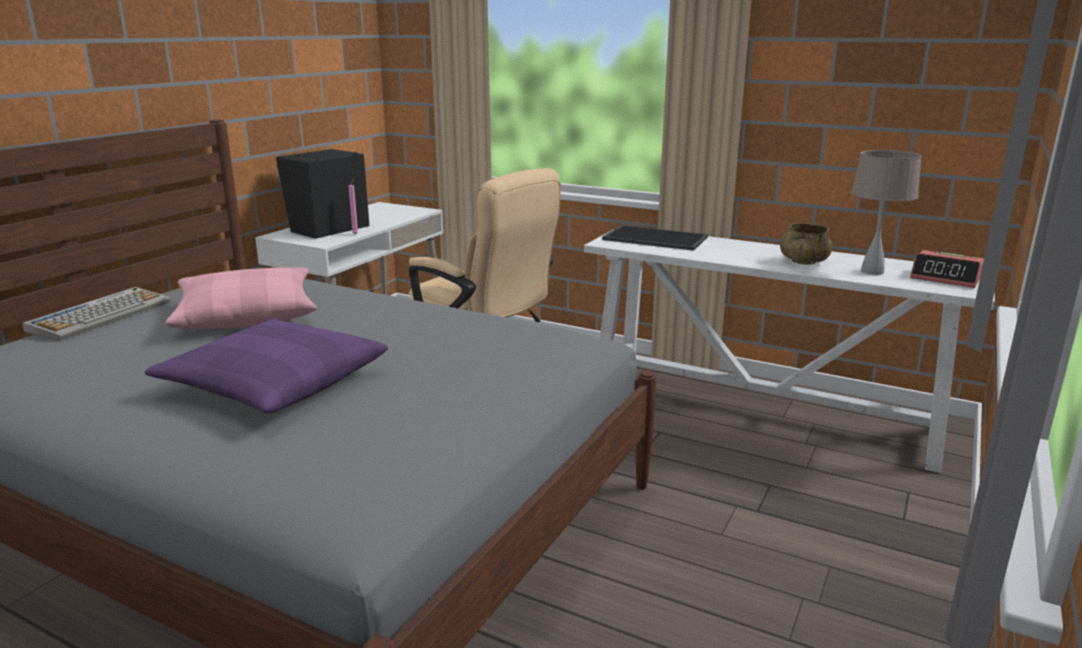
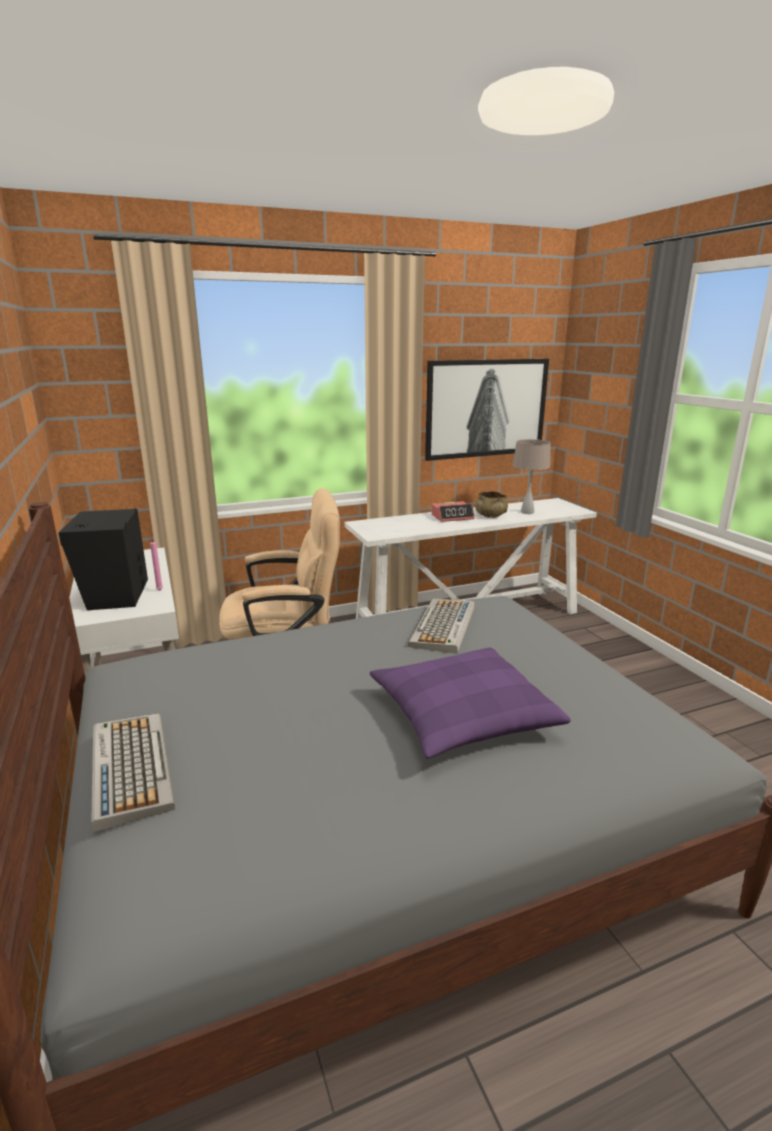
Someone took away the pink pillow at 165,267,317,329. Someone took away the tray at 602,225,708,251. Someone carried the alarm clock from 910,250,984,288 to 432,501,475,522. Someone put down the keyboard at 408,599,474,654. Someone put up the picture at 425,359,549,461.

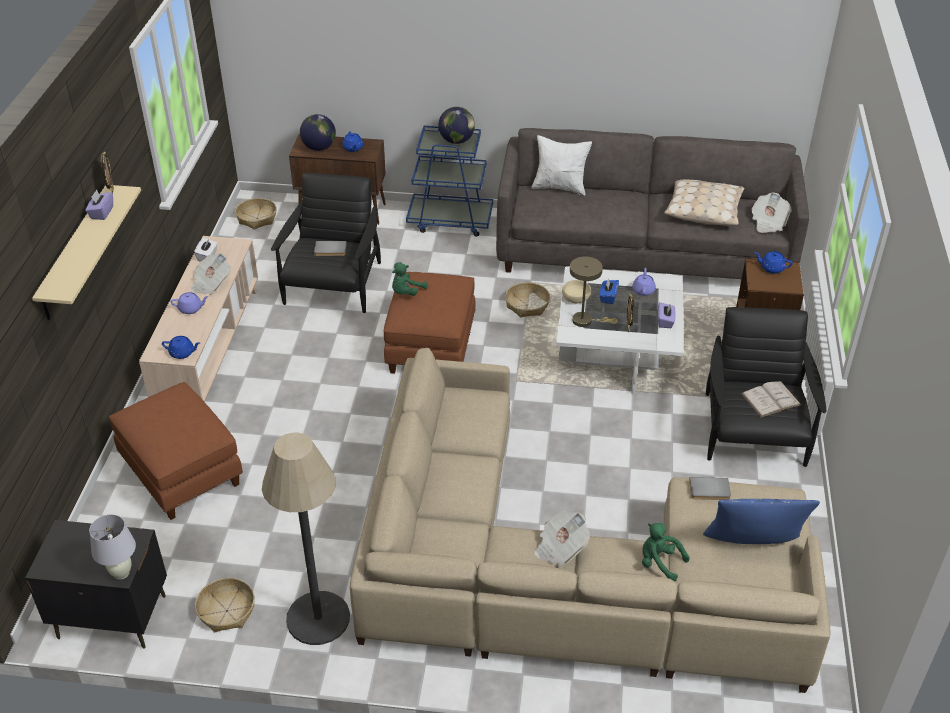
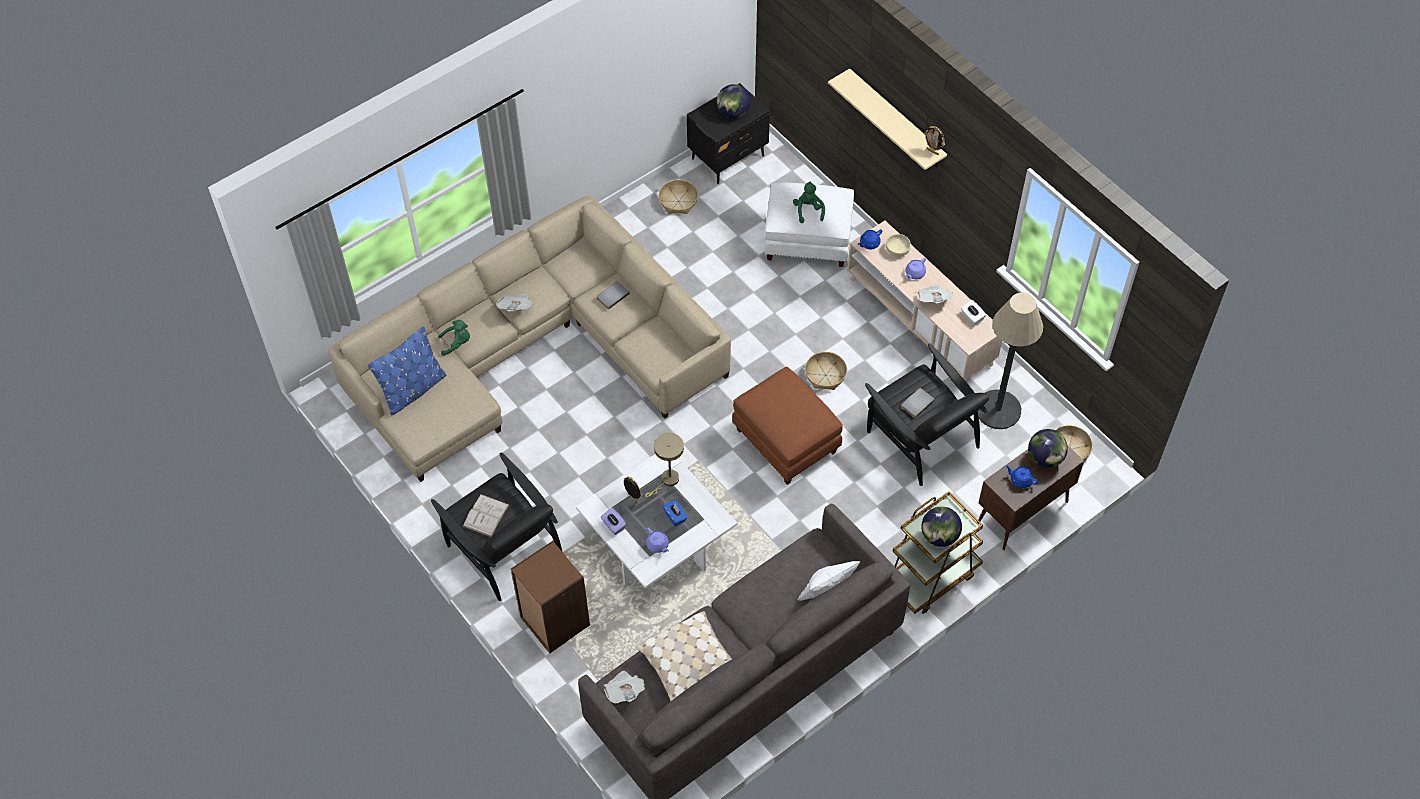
Someone took away the purple tissue box at 85,190,113,220. Someone took away the white table lamp at 89,514,136,580. Someone repainted the brown ottoman at 109,382,243,520, which became the white ottoman at 764,182,854,267. Someone carried the floor lamp from 262,433,350,645 to 978,293,1043,429. Someone carried the green plush toy from 392,262,428,296 to 793,181,825,223. Someone repainted the blue cart at 406,126,493,237, which became the brown cart at 893,491,983,614. Someone carried the basket from 505,282,550,318 to 805,352,847,390. Someone carried the beige bowl from 562,280,591,303 to 886,234,911,257. Someone carried the grey book from 689,477,731,500 to 596,281,630,310. Someone took away the blue teapot at 754,251,793,274. Someone put down the globe at 717,84,751,119.

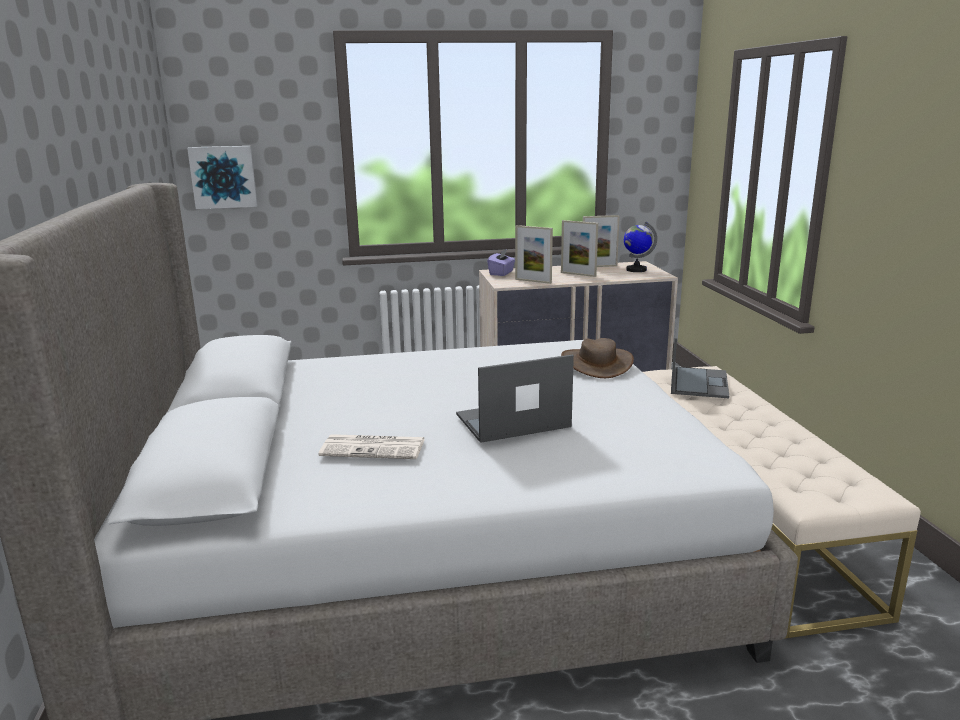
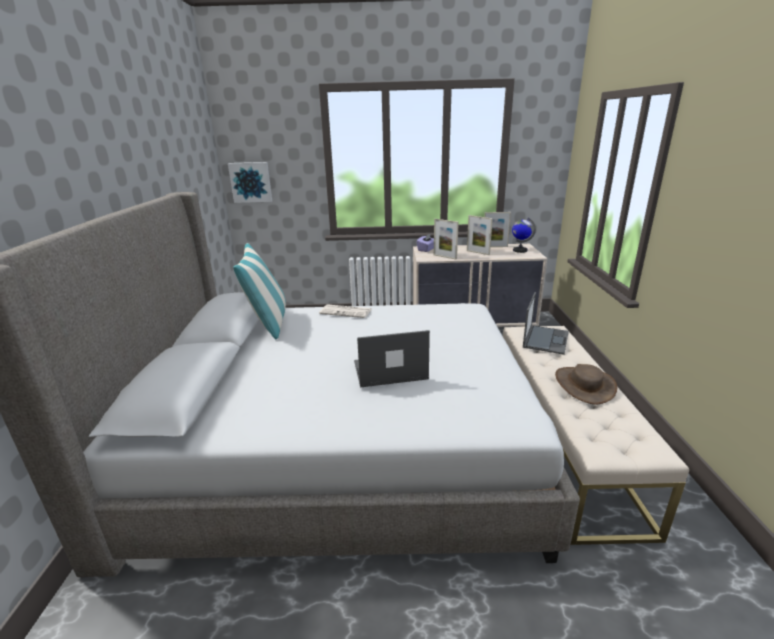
Someone carried the newspaper from 318,434,425,459 to 319,304,372,318. Someone carried the brown hat from 561,338,634,378 to 555,364,617,405. Someone put down the pillow at 233,243,286,339.

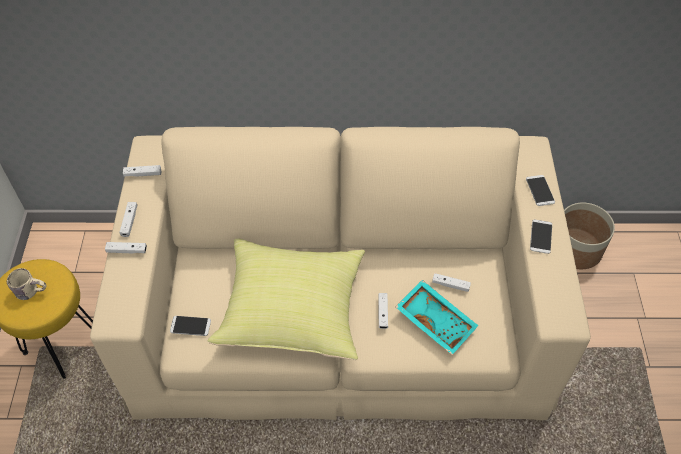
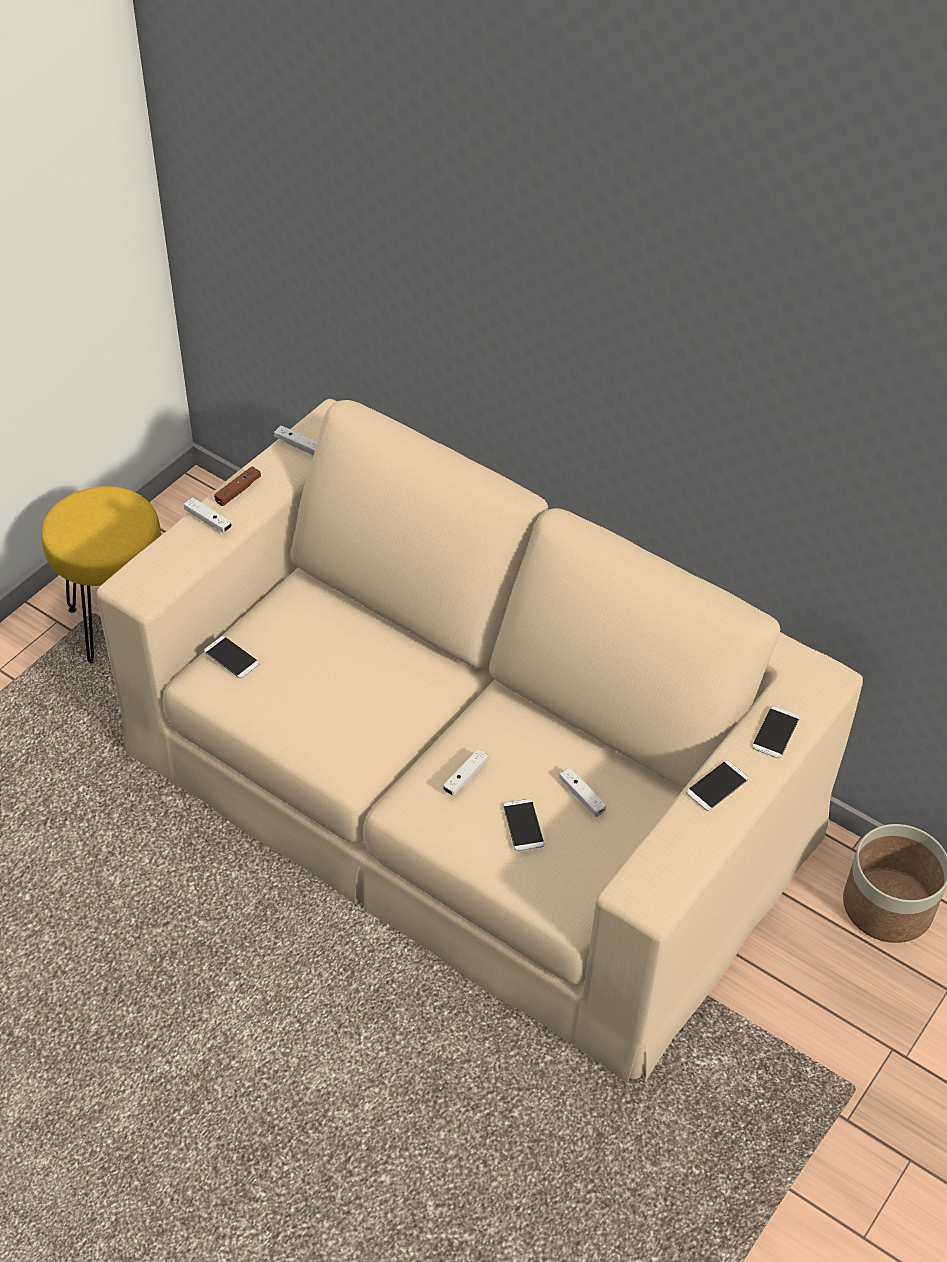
Someone took away the beige mug at 7,268,47,300. Someone repainted the white game controller at 119,202,137,237, which became the brown game controller at 214,466,261,506. Someone took away the yellow pillow at 207,238,365,360. Someone swapped the turquoise tray at 396,280,478,355 for the phone at 503,799,544,851.

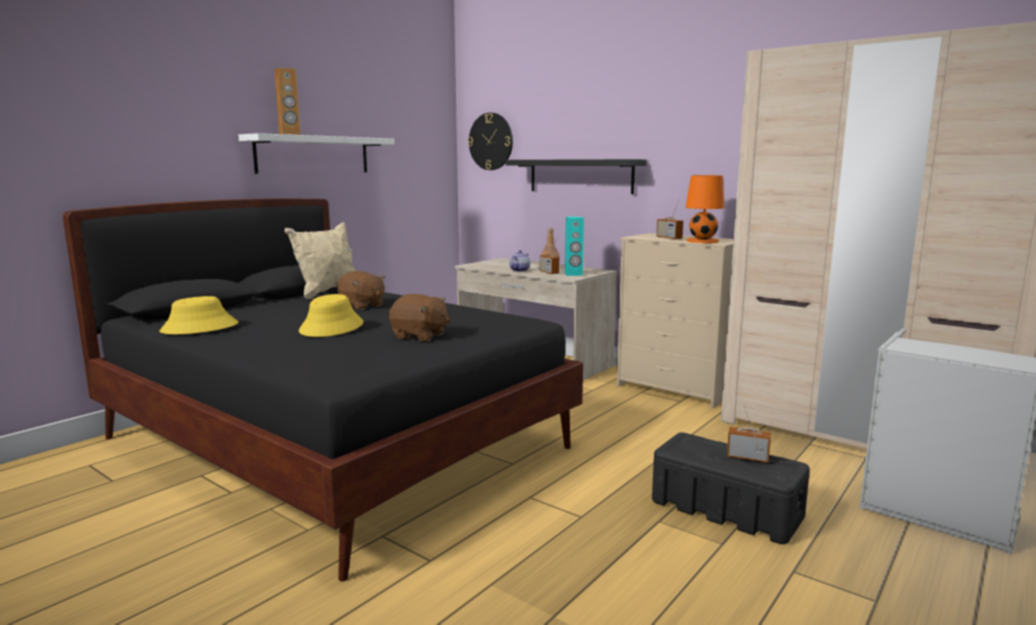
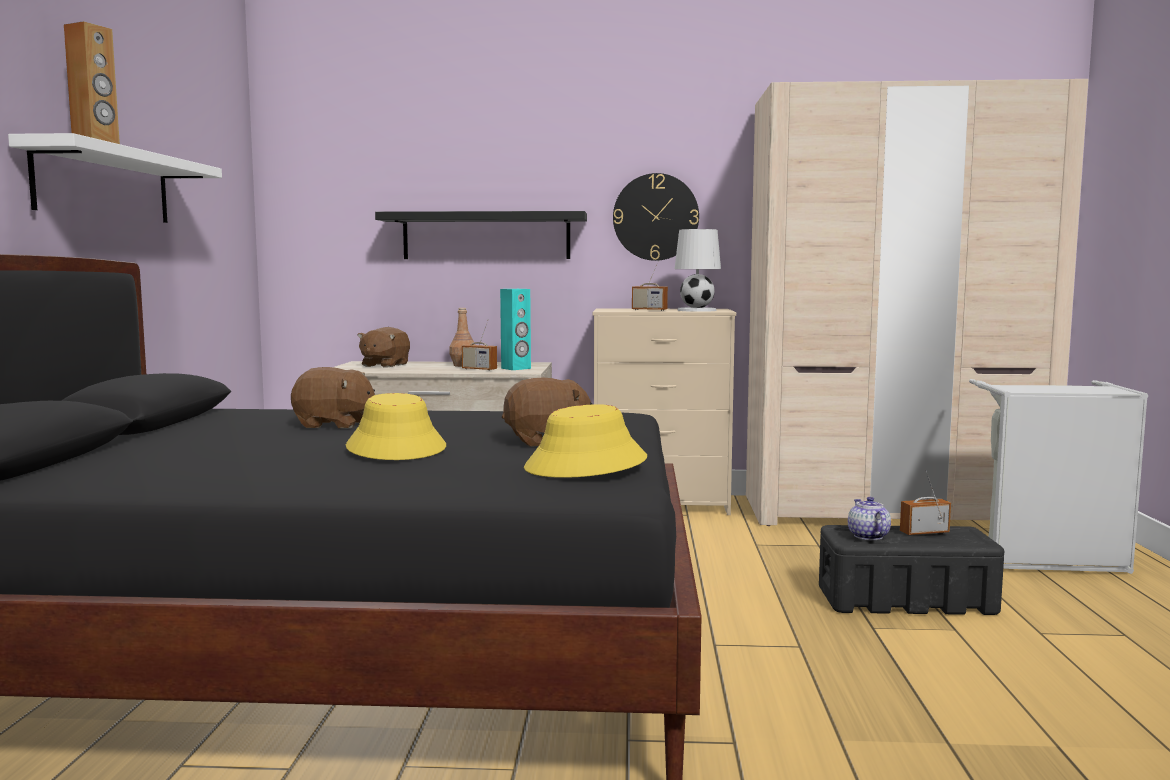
Someone carried the yellow hat from 160,296,238,334 to 524,404,647,478. Someone took away the beige pillow at 285,222,355,299. Someone carried the wall clock from 468,113,513,170 to 613,173,699,261. Someone carried the teapot from 509,250,530,272 to 848,497,891,540. Someone repainted the orange table lamp at 686,175,725,243, which became the white table lamp at 674,229,721,312. Someone put down the brown plush toy at 357,327,410,368.

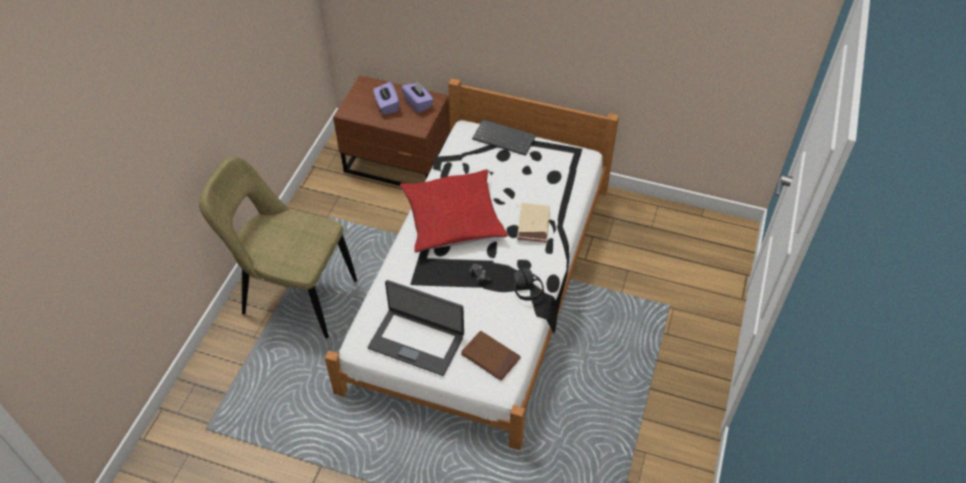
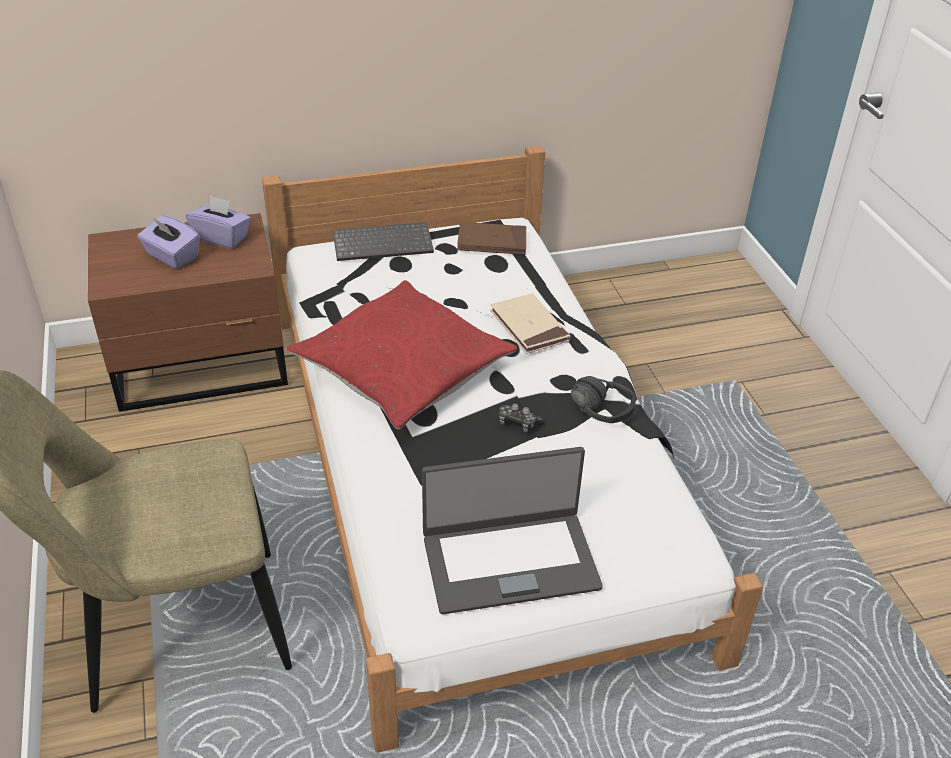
Someone carried the brown book from 461,331,521,381 to 457,222,526,255.

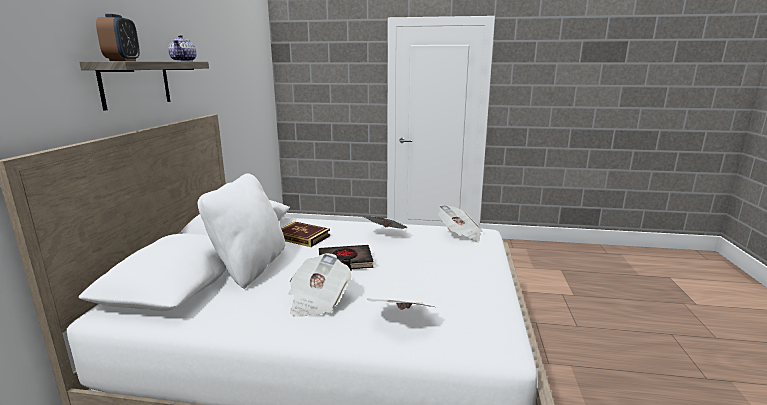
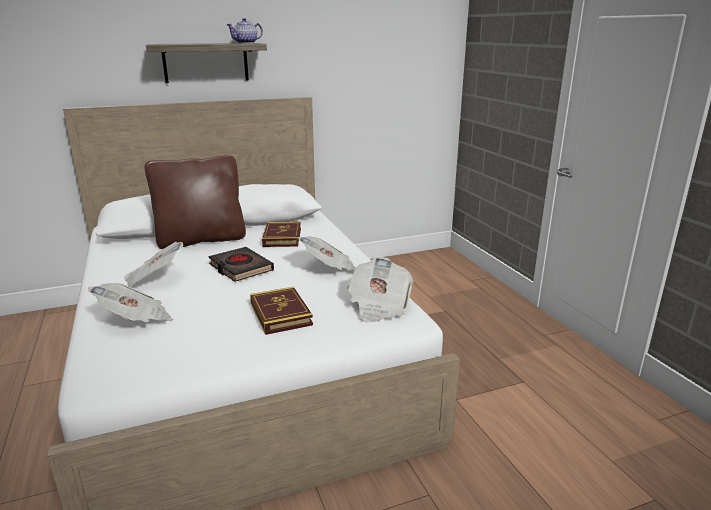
Someone took away the alarm clock at 96,14,140,61. Someone repainted the white pillow at 198,174,285,289, which became the brown pillow at 145,155,246,249. Someone put down the book at 250,287,313,335.

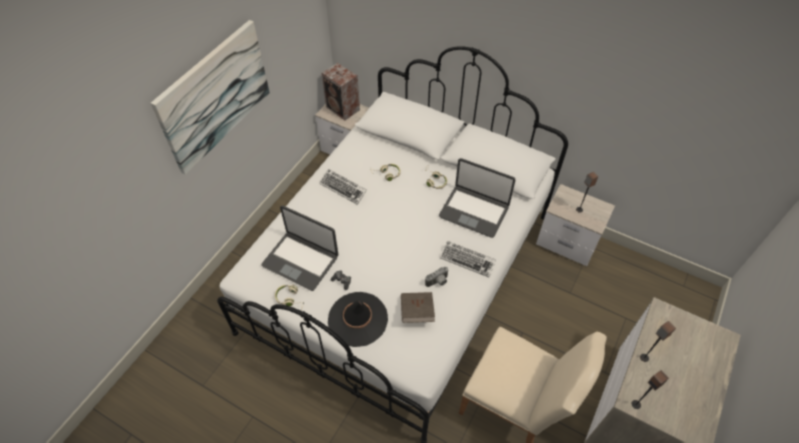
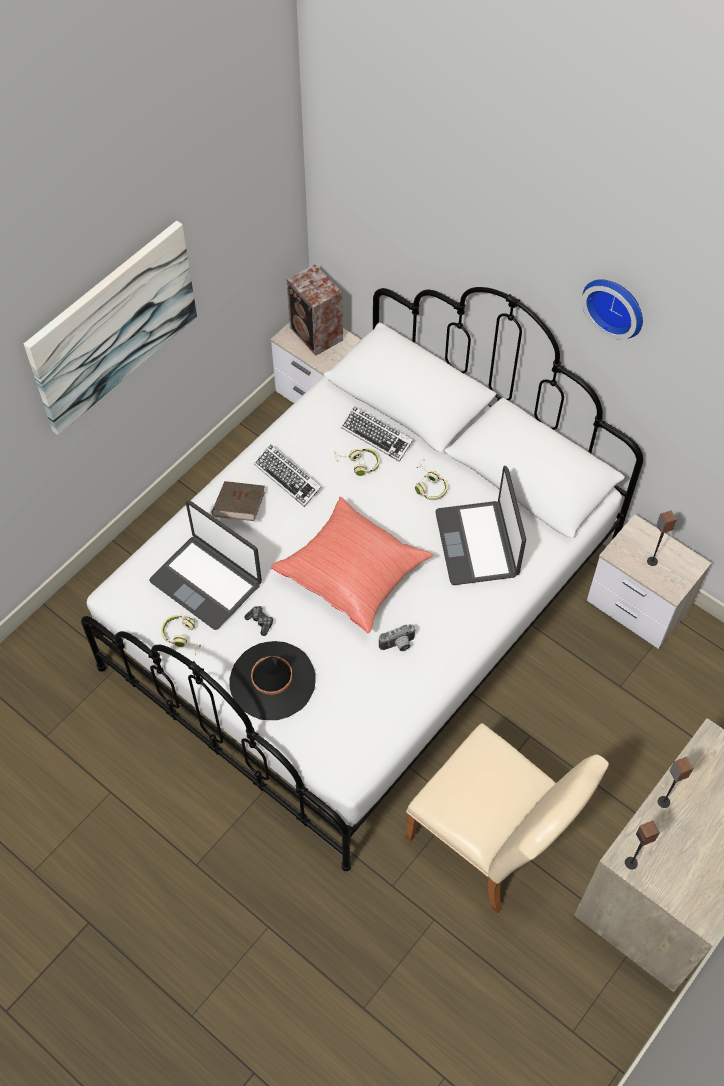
Someone carried the brown book from 401,292,435,323 to 212,481,265,521. Someone rotated the laptop at 439,158,515,238 by 45 degrees clockwise. Someone carried the keyboard from 440,241,496,277 to 341,406,413,462. Someone put down the red pillow at 271,497,433,633. Someone put up the wall clock at 582,279,643,340.

